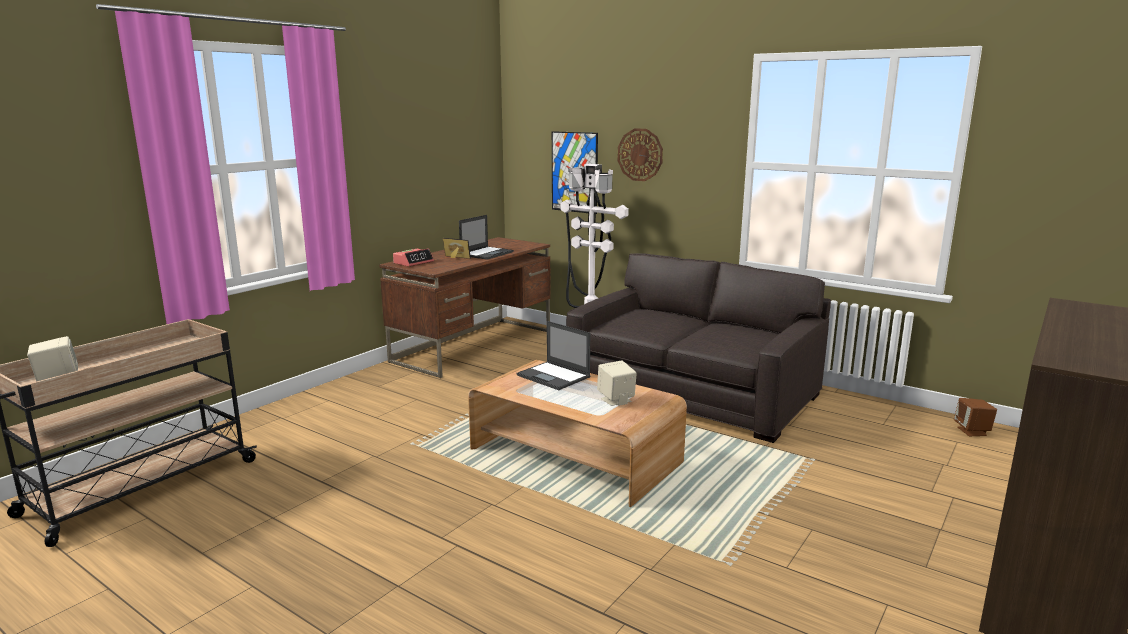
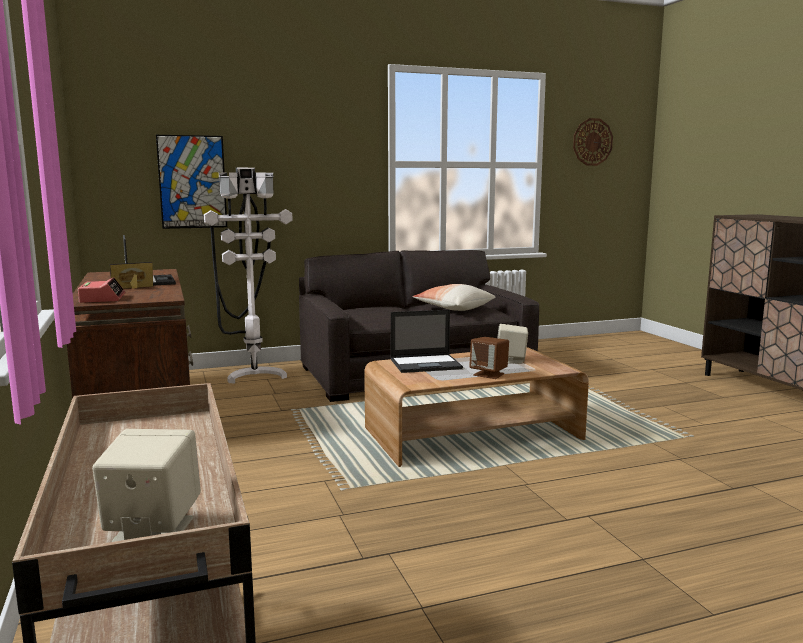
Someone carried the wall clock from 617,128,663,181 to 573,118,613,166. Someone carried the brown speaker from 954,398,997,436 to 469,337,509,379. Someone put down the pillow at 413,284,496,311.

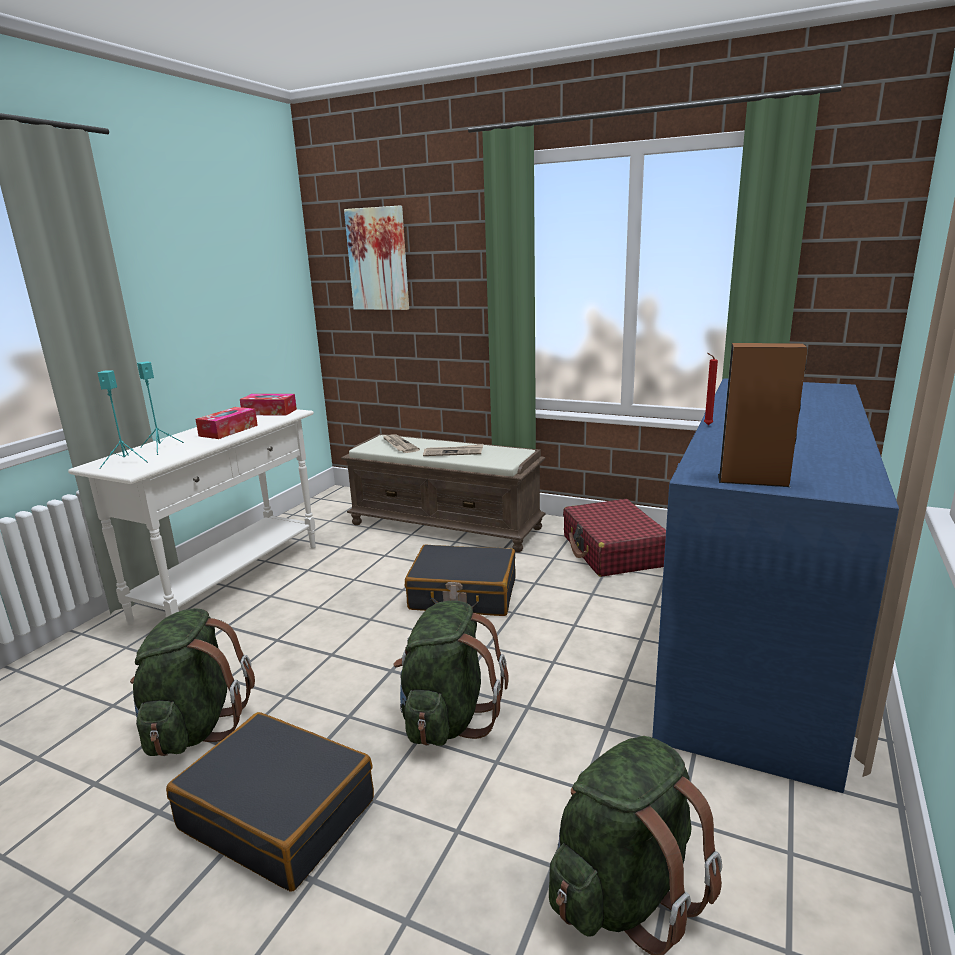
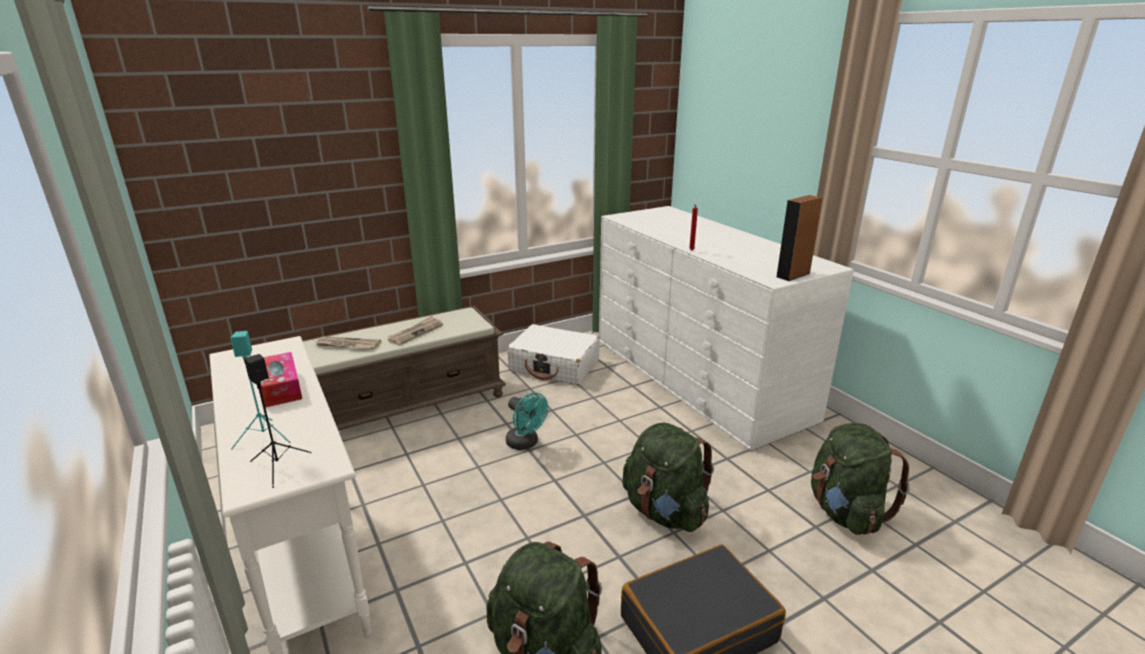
Someone repainted the turquoise speaker at 98,370,148,469, which became the black speaker at 244,354,312,488. Someone took away the tissue box at 240,394,297,416. Someone took away the picture at 344,206,409,310. Someone swapped the black suitcase at 405,544,516,616 for the turquoise fan at 506,393,548,450. Someone repainted the red suitcase at 563,499,666,577, which became the white suitcase at 507,324,600,385. Someone repainted the blue dresser at 652,378,899,793, which became the white dresser at 599,206,854,450.

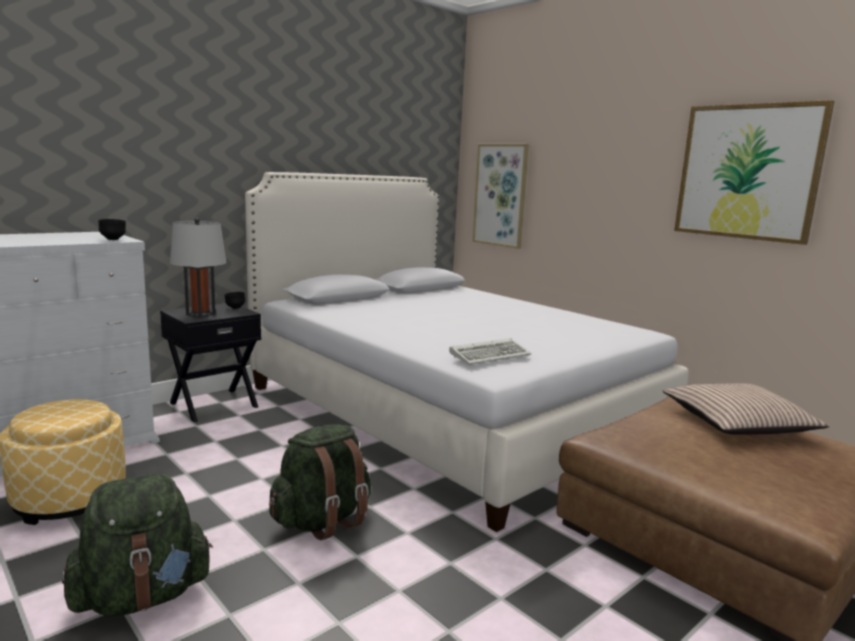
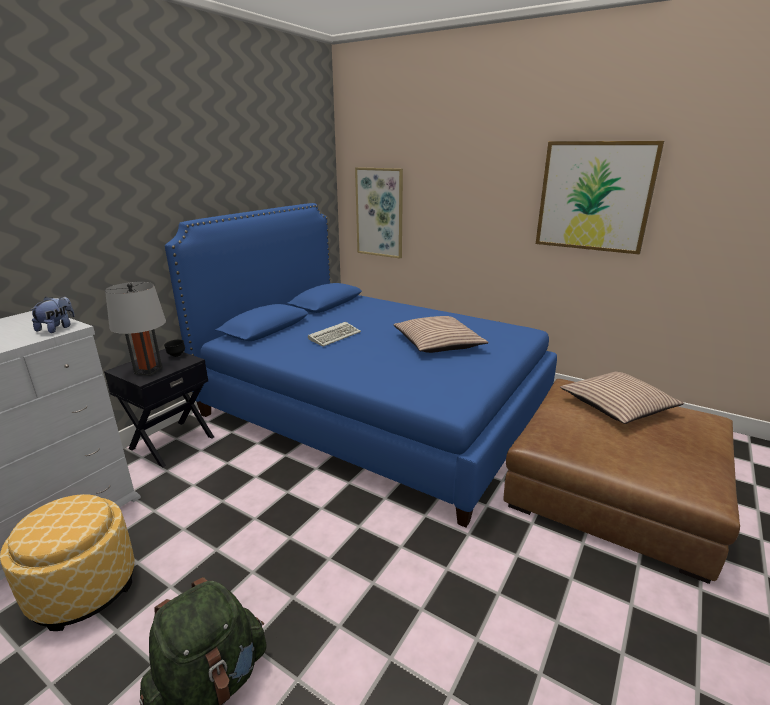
Someone swapped the black bowl at 98,219,126,240 for the plush toy at 30,297,75,333. Someone repainted the white bed at 245,172,688,532, which became the blue bed at 165,203,557,528. Someone took away the green backpack at 269,424,371,541. Someone carried the keyboard from 449,338,531,365 to 308,322,361,347. Someone put down the pillow at 393,316,489,353.

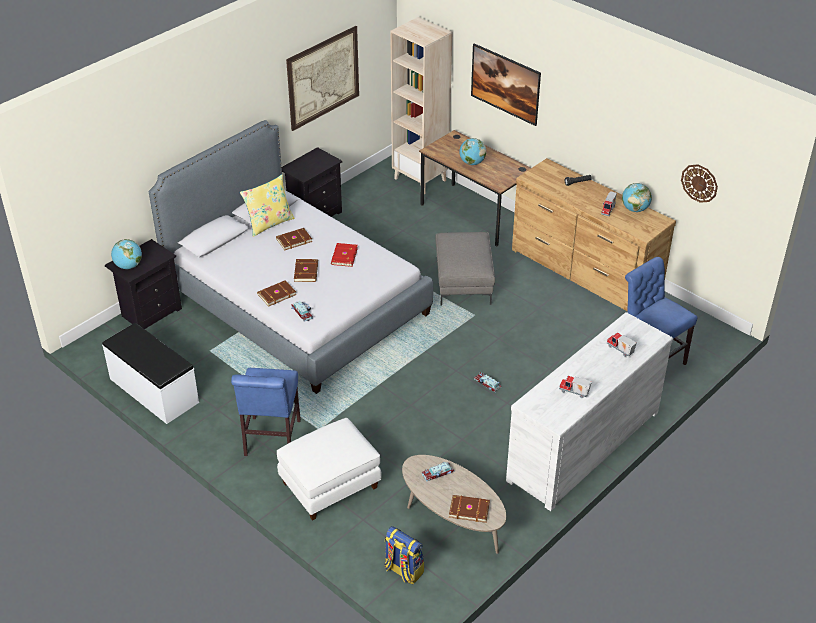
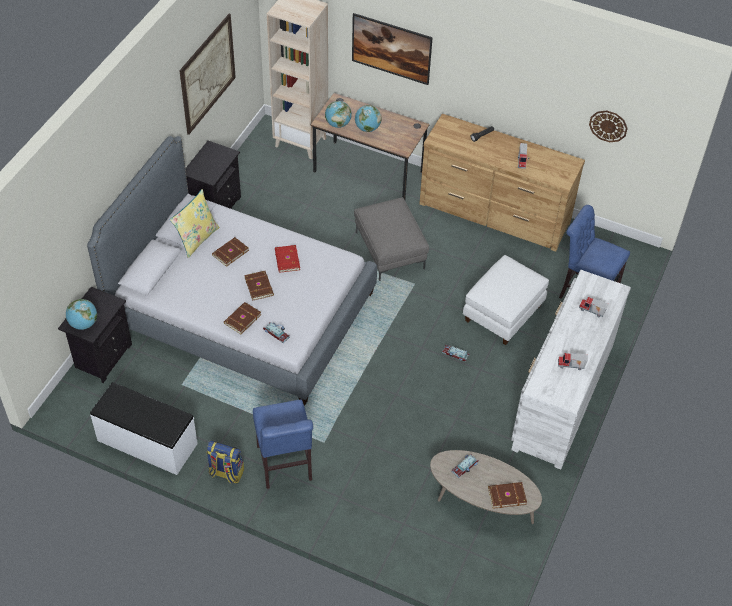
Someone carried the white ottoman from 277,418,381,521 to 463,255,549,345. Someone carried the backpack from 384,526,424,584 to 207,441,244,484. Someone carried the globe from 622,183,652,212 to 325,101,352,128.

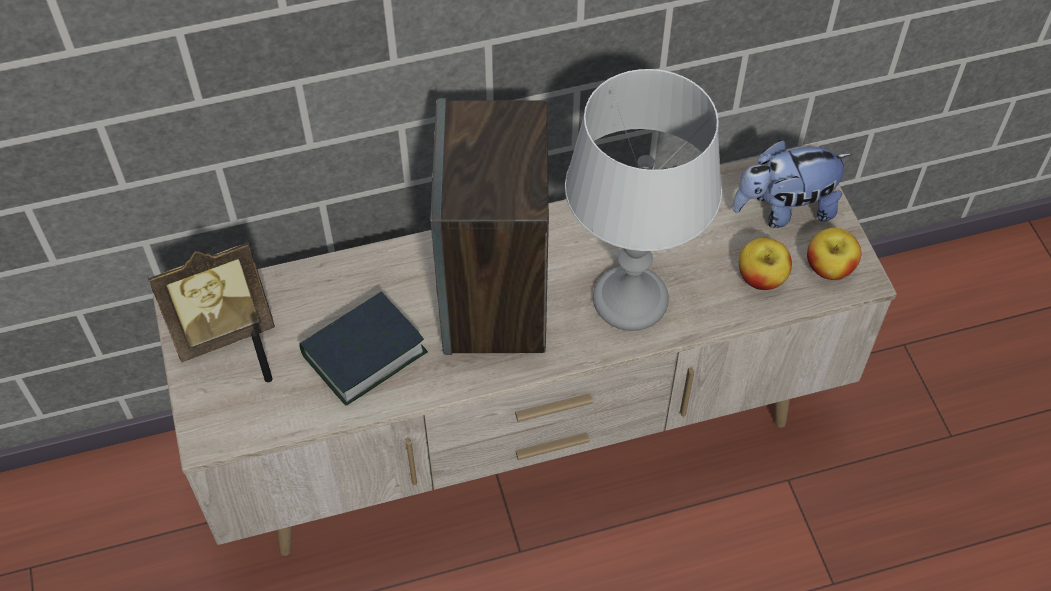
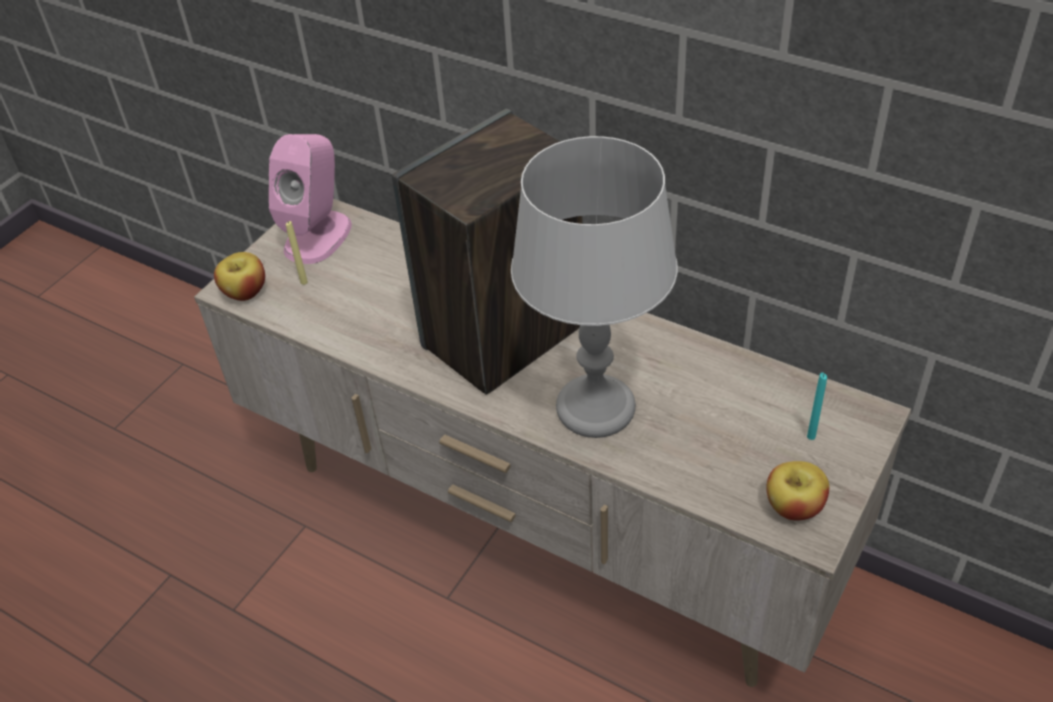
Someone swapped the picture frame at 147,240,275,362 for the pink speaker at 269,134,352,264. Someone repainted the black candle at 251,329,273,382, which became the yellow candle at 286,221,308,285. Someone took away the book at 299,292,428,405. Someone swapped the plush toy at 732,140,852,228 for the turquoise candle at 807,373,827,440. Someone carried the apple from 739,238,792,290 to 214,252,265,301.

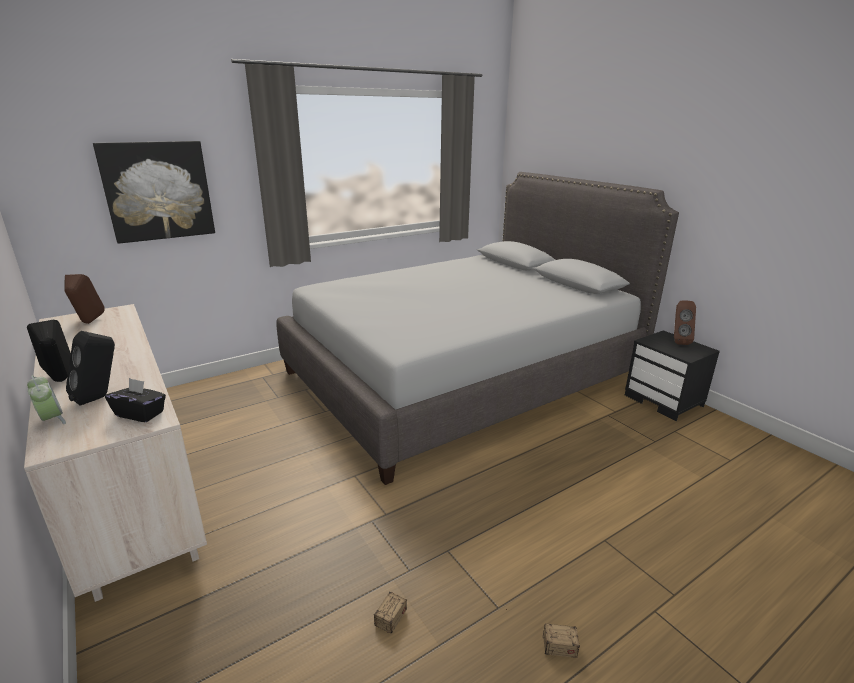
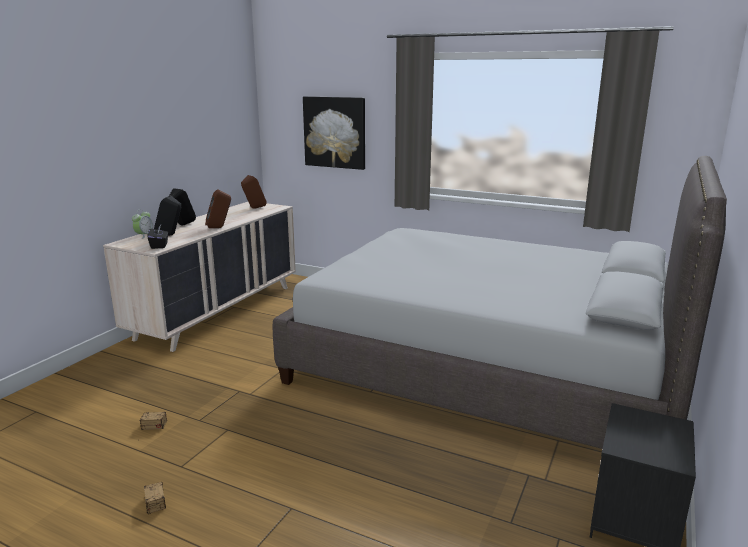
Someone carried the brown speaker from 674,300,696,345 to 205,189,231,228.

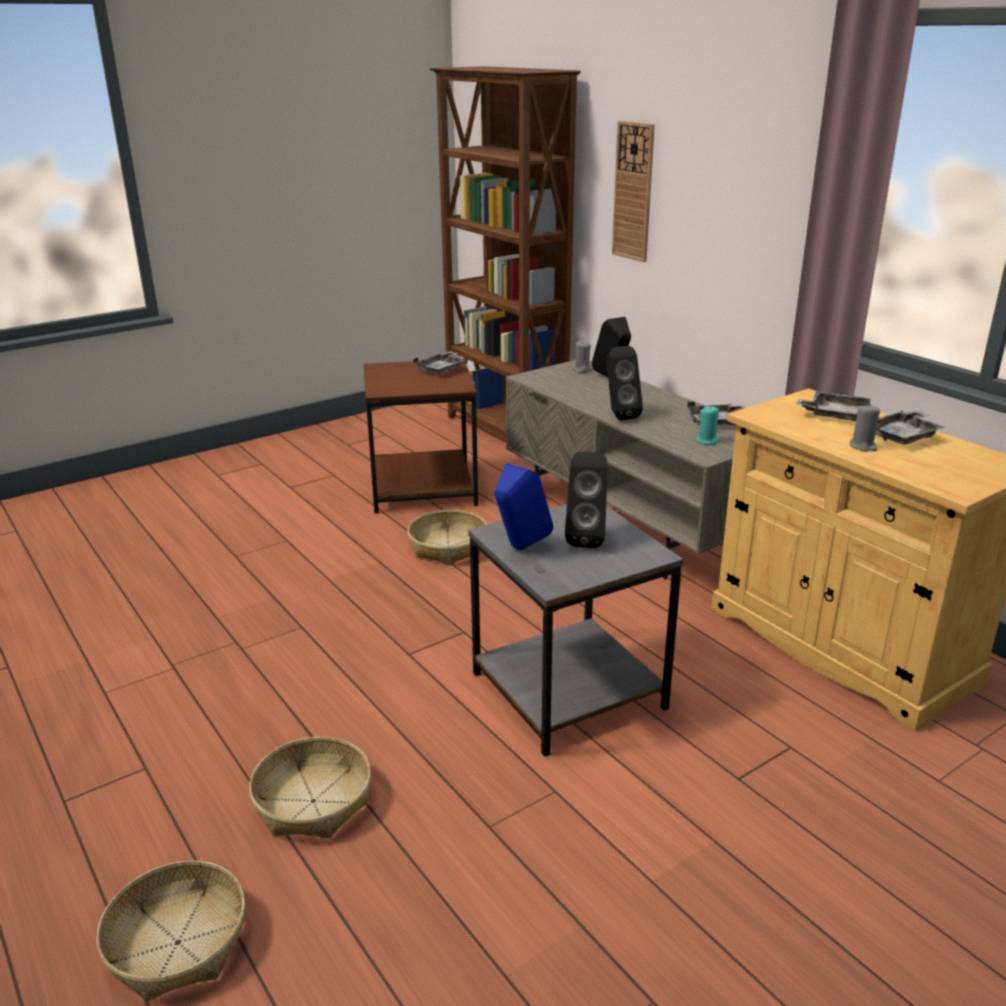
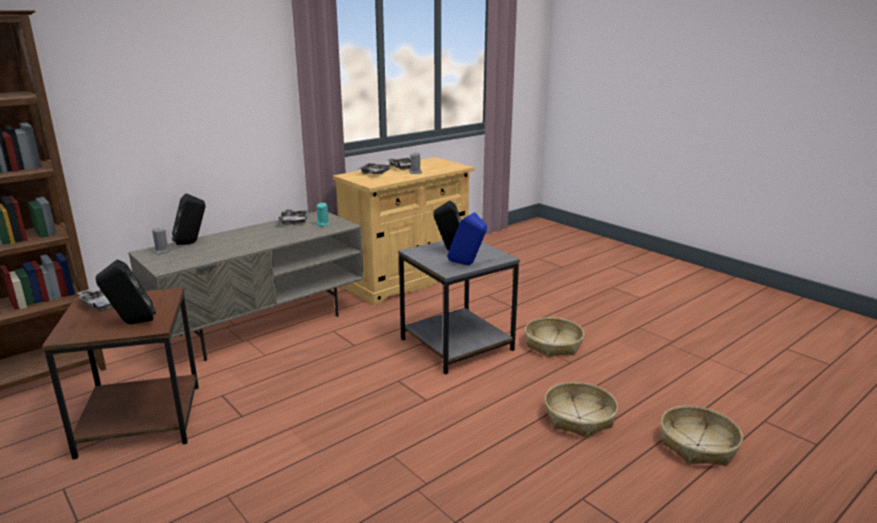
Someone carried the basket from 407,510,487,565 to 525,317,584,357. Someone carried the black speaker from 606,346,643,420 to 96,260,156,324. Someone took away the wall clock at 612,121,655,262.

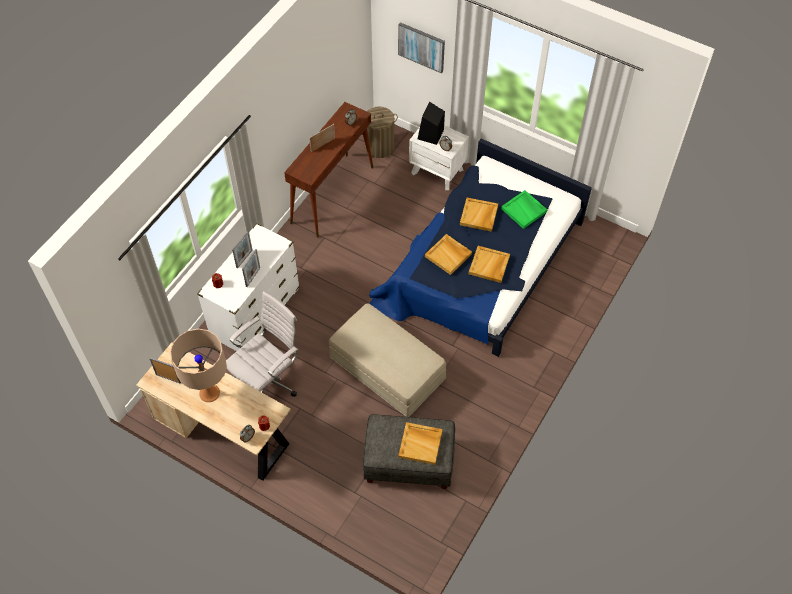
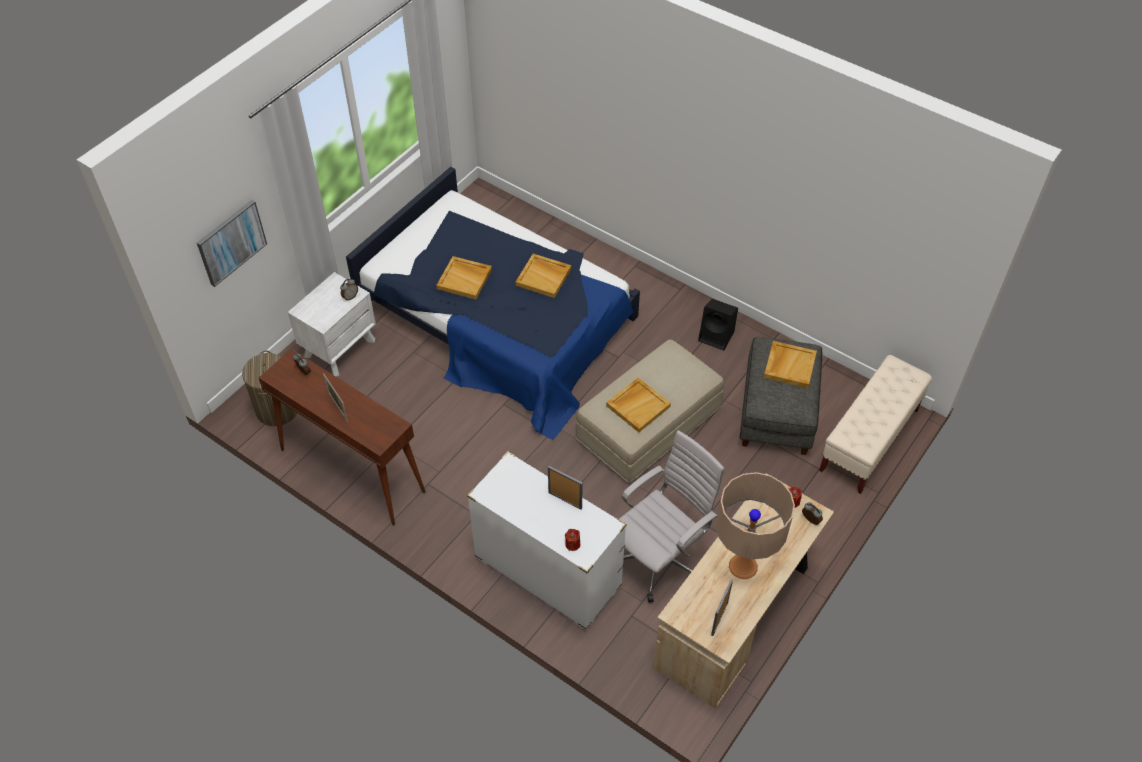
Someone rotated the white office chair at 226,291,298,397 by 90 degrees clockwise. Someone took away the picture frame at 232,231,252,268. Someone carried the black speaker from 418,102,445,145 to 698,299,738,350. Someone carried the beige tray from 425,234,472,275 to 606,378,671,432. Someone took away the green tray at 501,190,547,229. Someone put down the beige bench at 819,355,932,494.

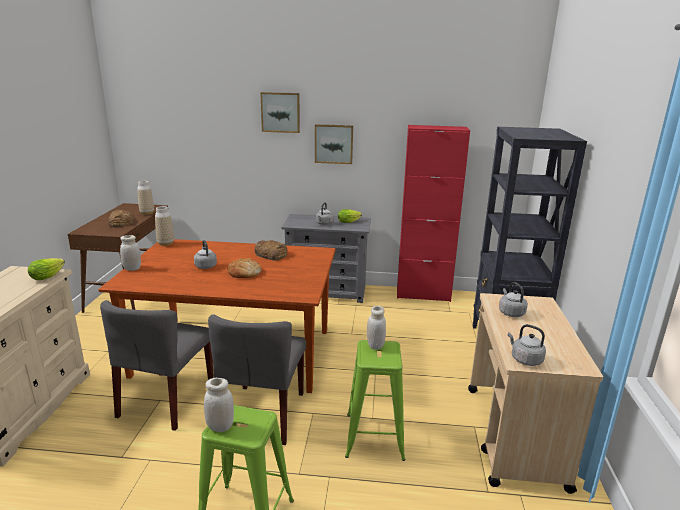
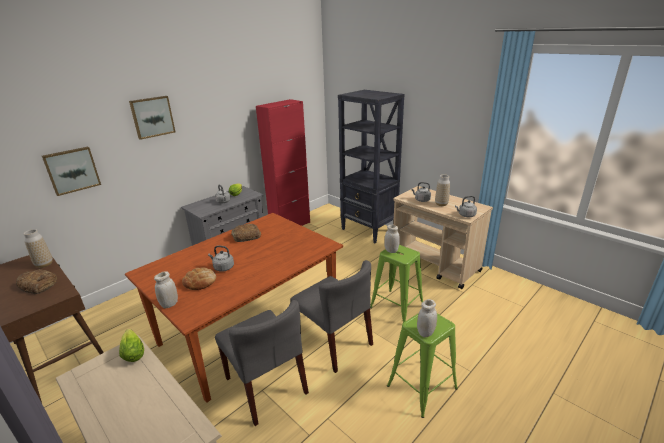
Someone carried the vase from 155,206,174,246 to 435,174,450,206. Someone carried the bread from 227,258,262,278 to 182,267,216,290. Someone carried the picture from 315,124,353,164 to 42,147,101,196.

